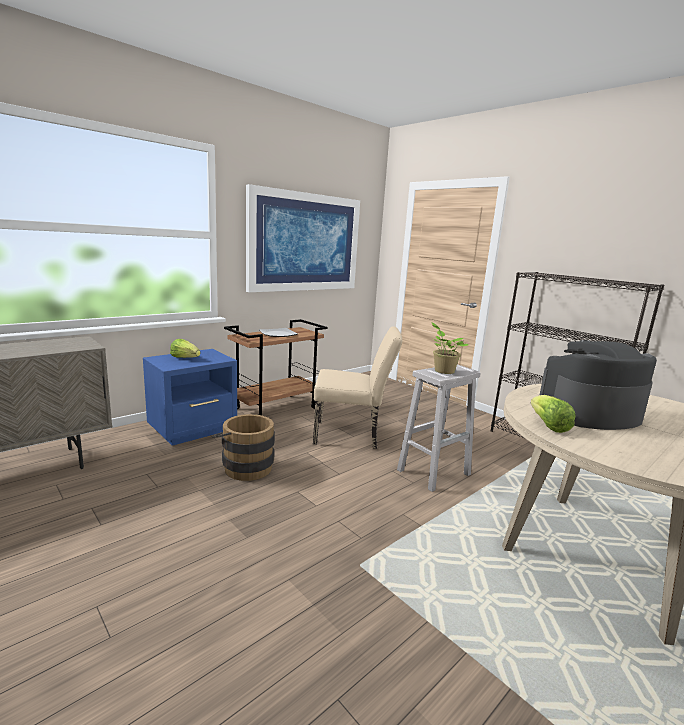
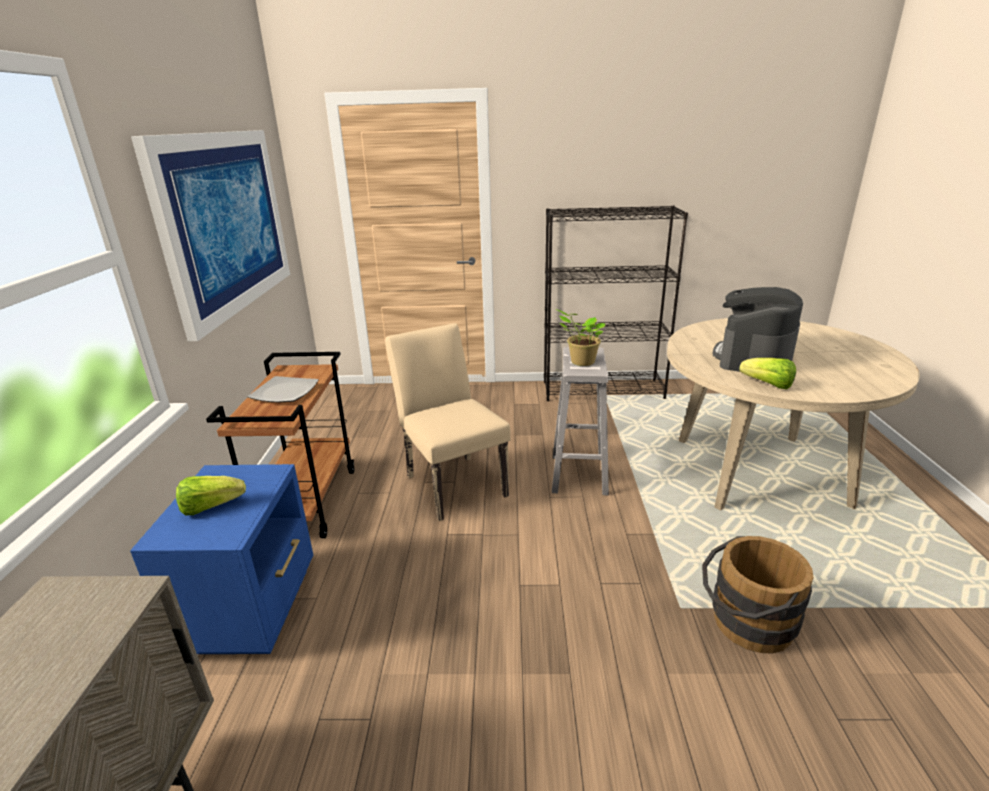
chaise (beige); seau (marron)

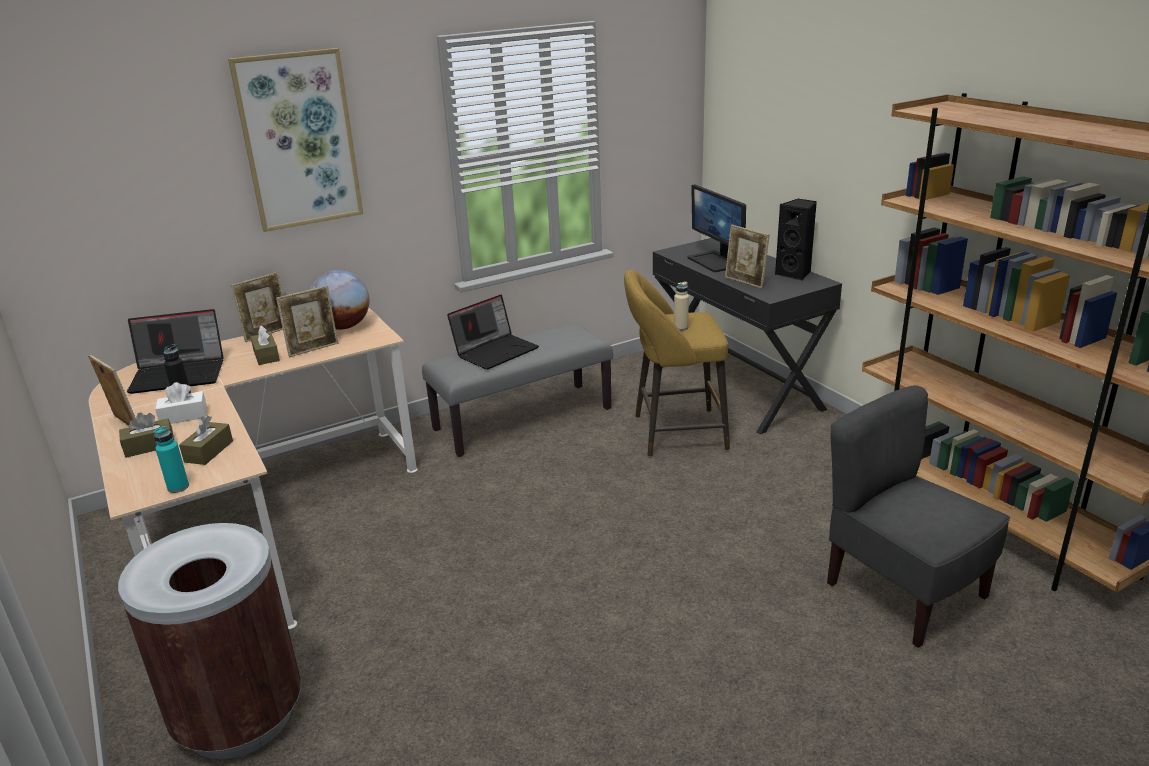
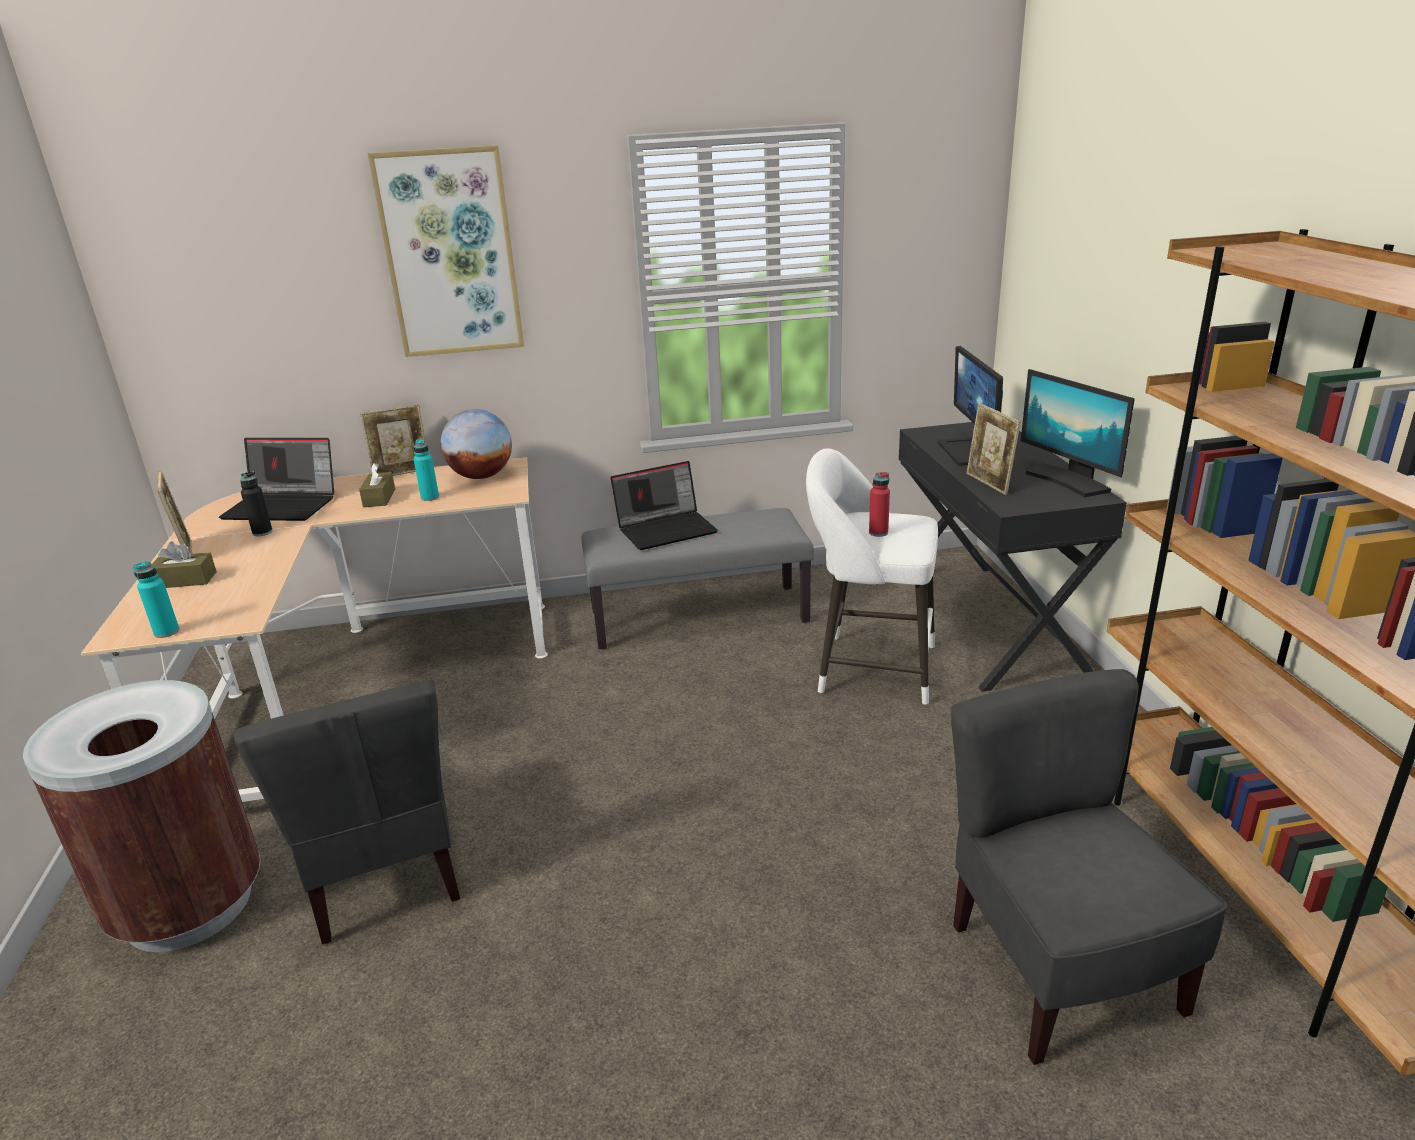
chaise (gris) (no. 1 from left); bouteille (turquoise) (no. 2 from left); tabouret (blanc); bouteille (rouge); écran d'ordinateur (no. 2 from left); boîte à mouchoirs (blanc); boîte à mouchoirs (marron) (no. 2 from left in the first image)

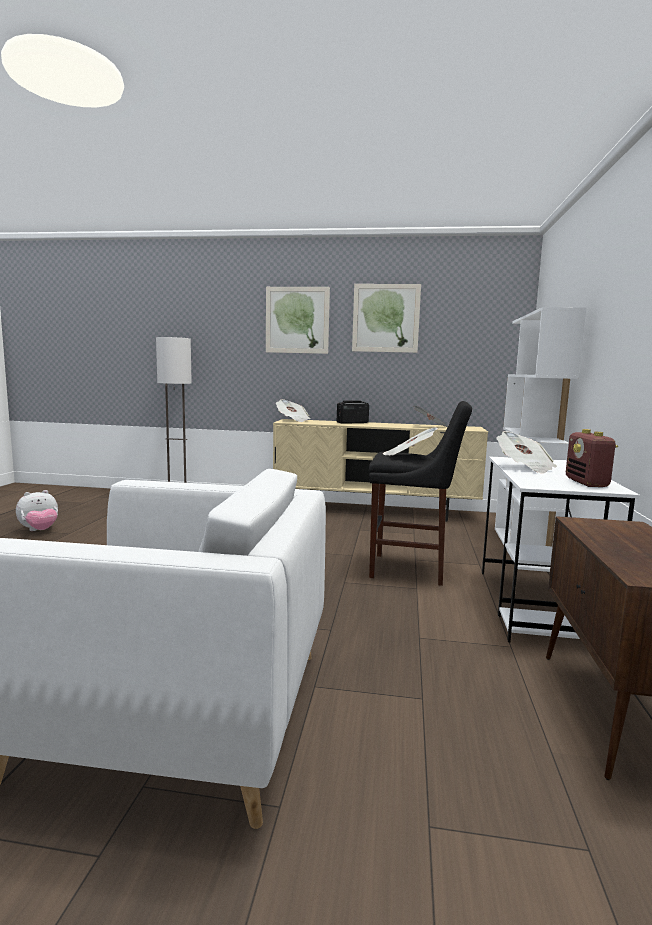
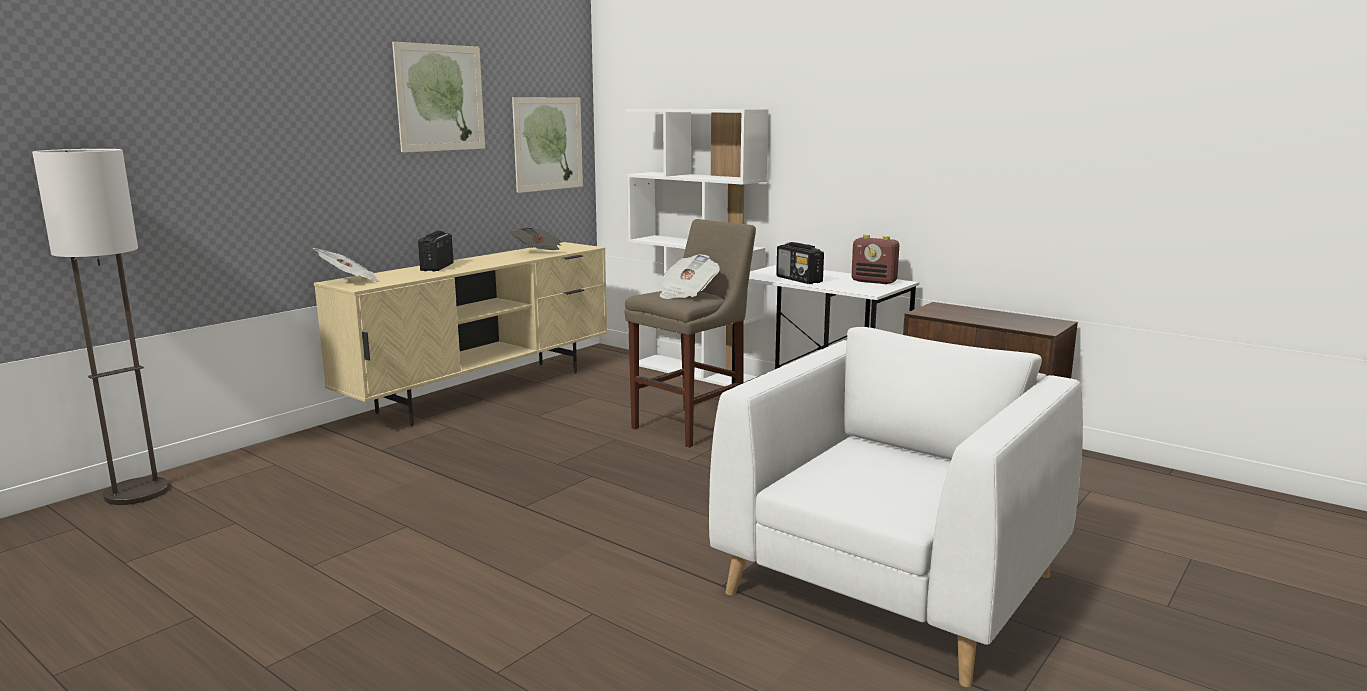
tableau (no. 2 from left); tabouret (beige); radio (no. 2 from left); peluche

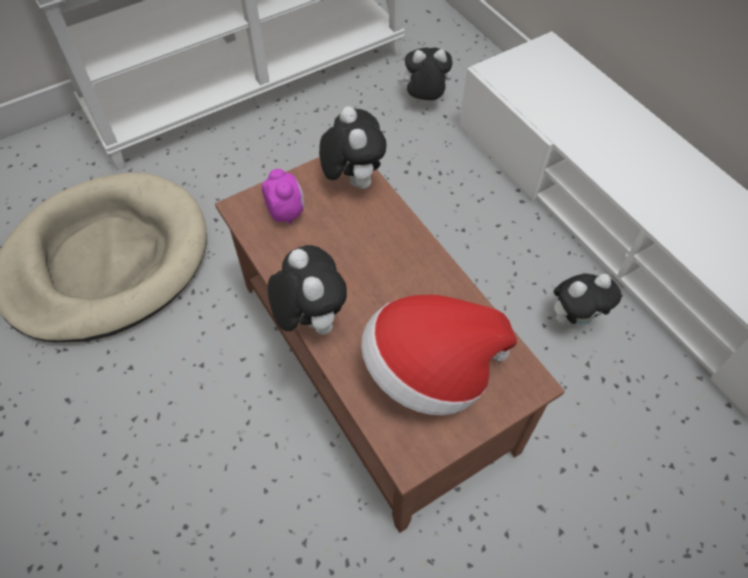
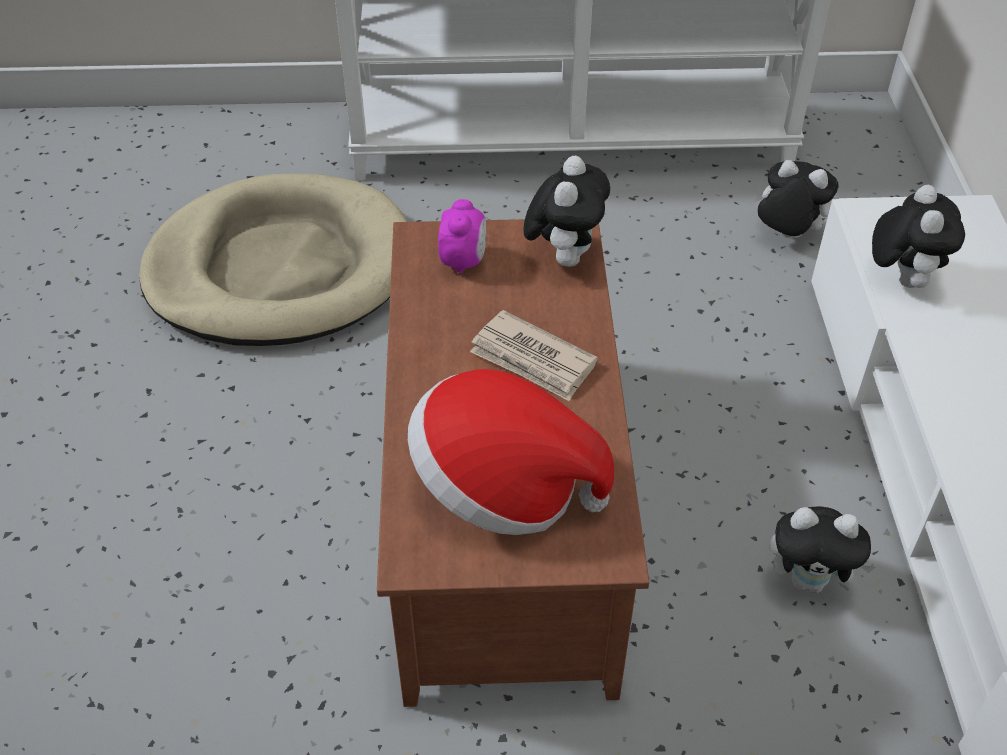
journal; peluche (no. 4 from left)

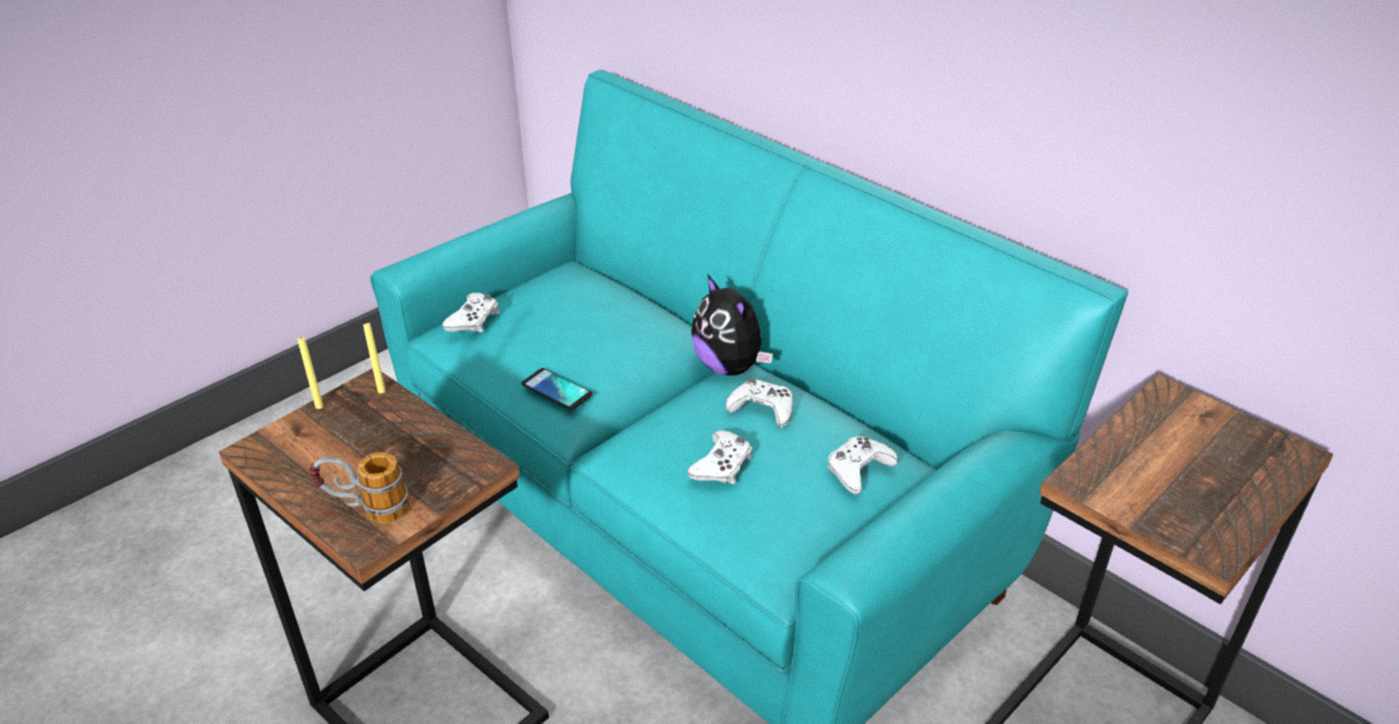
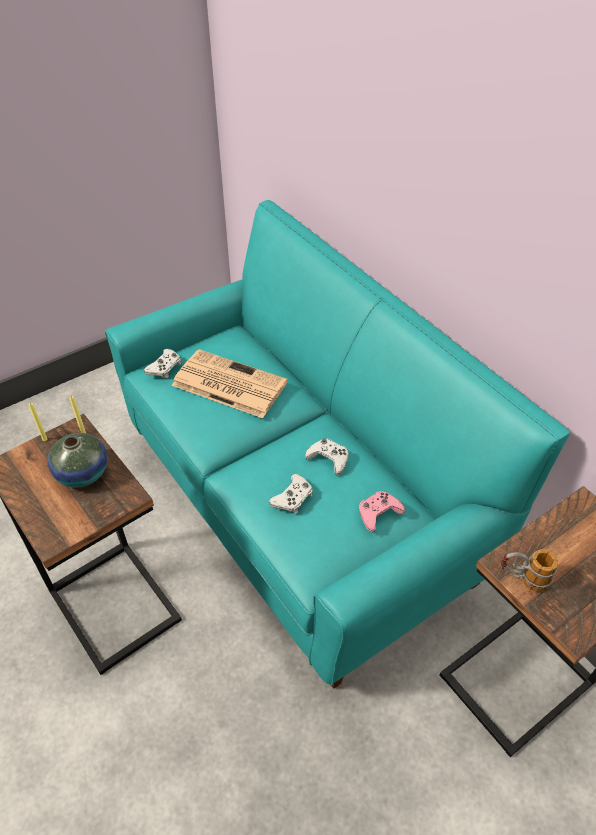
vase; journal; manette (rose); mug; téléphone; peluche

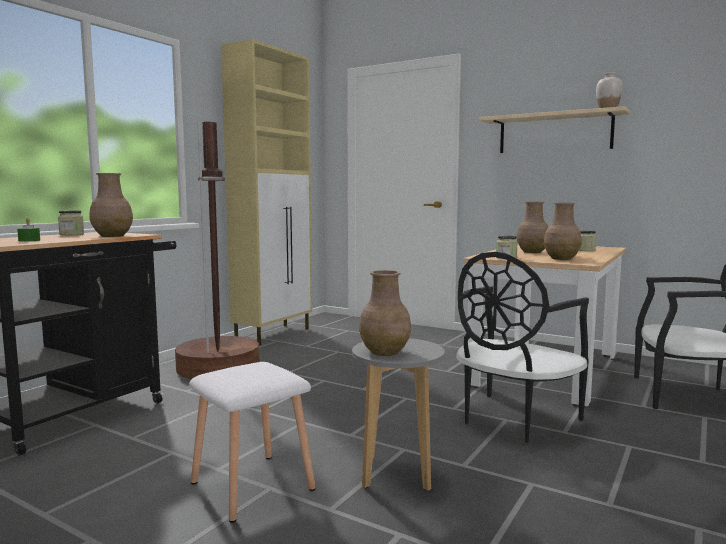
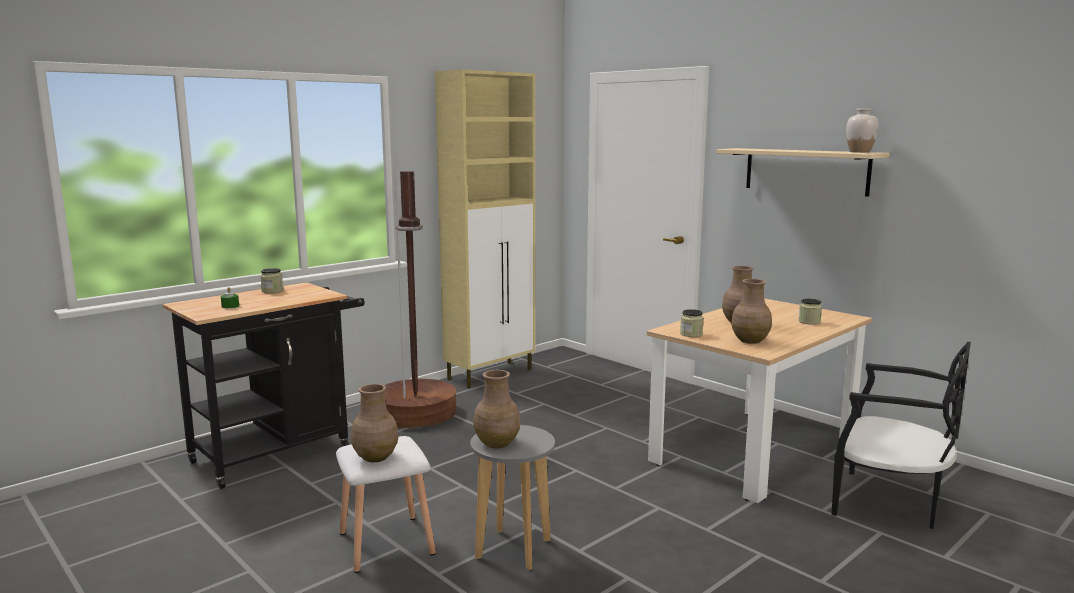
vase (marron) (no. 1 from left); chaise (noir) (no. 1 from left in the first image)

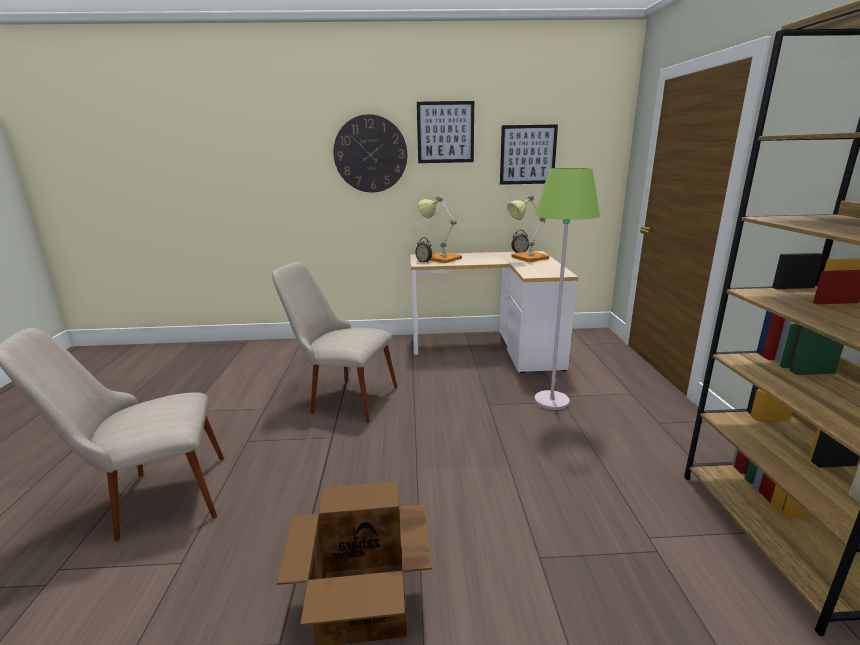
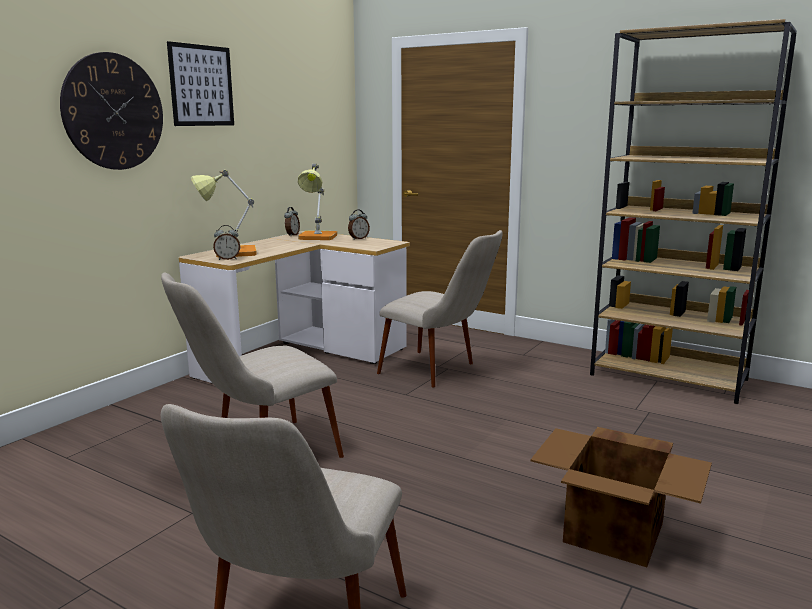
réveil (no. 3 from left); chaise (beige) (no. 3 from left); tableau (no. 2 from left in the first image)

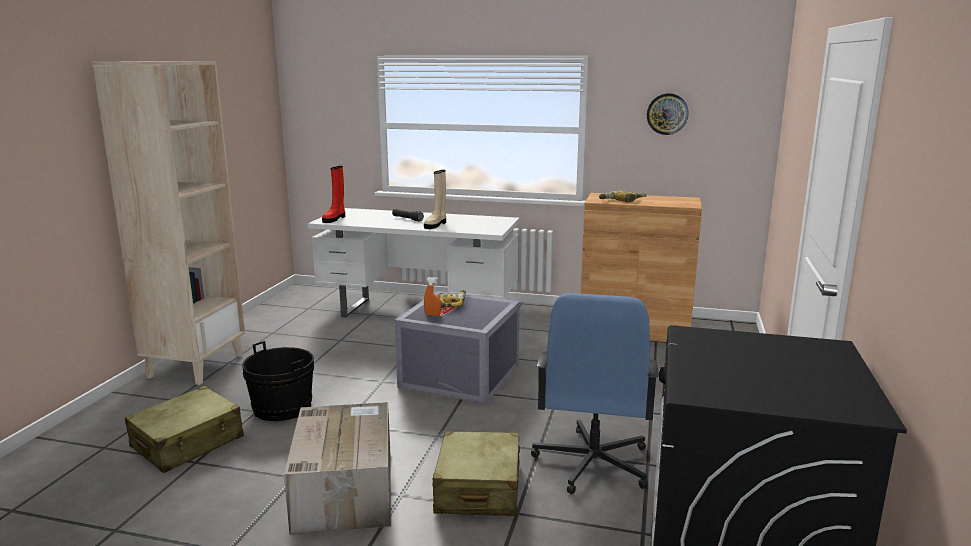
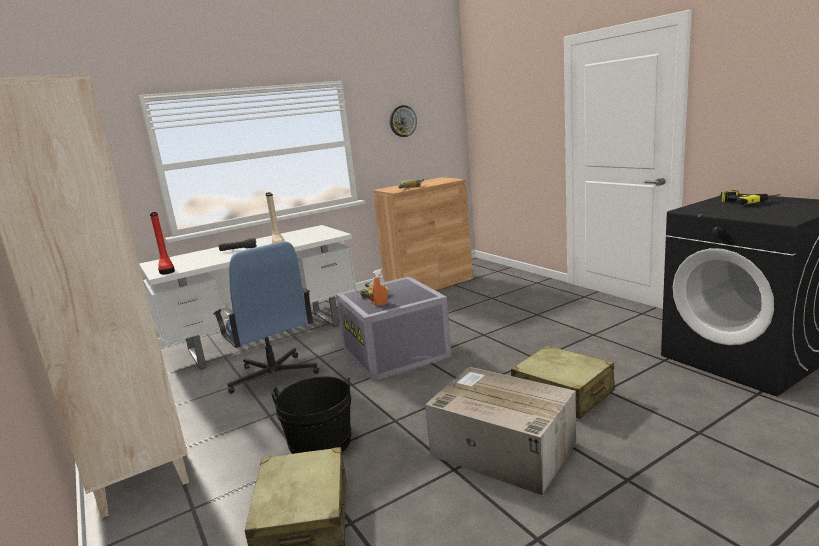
chaise de bureau (bleu); perceuse (no. 3 from left)

